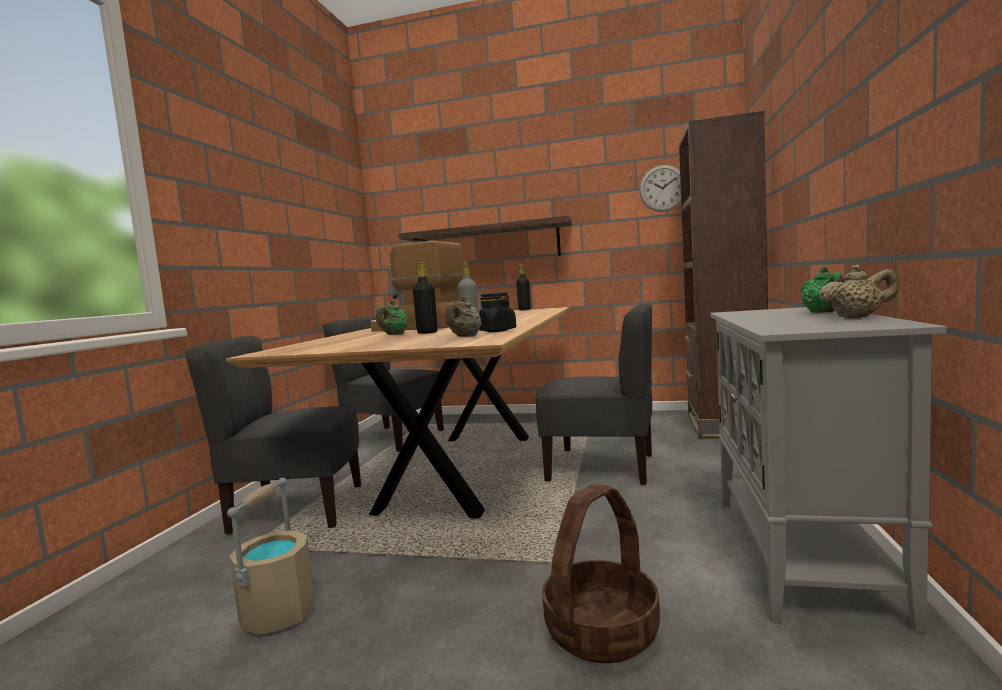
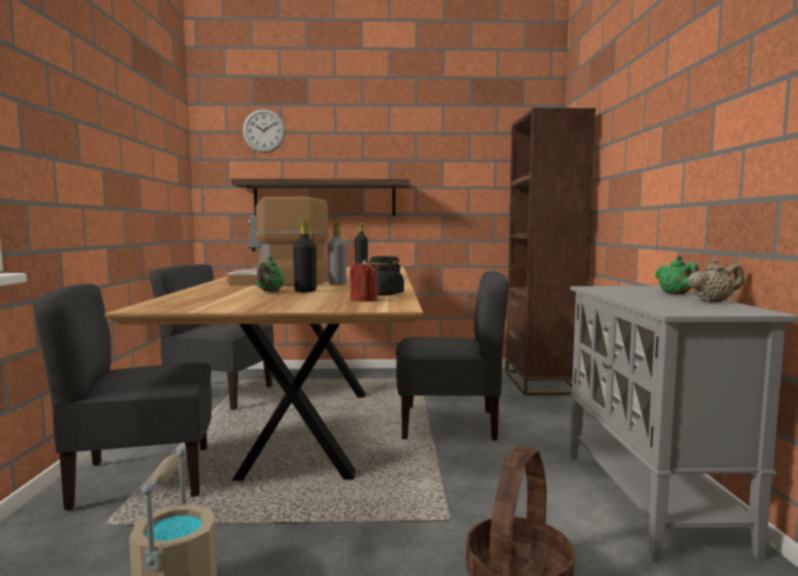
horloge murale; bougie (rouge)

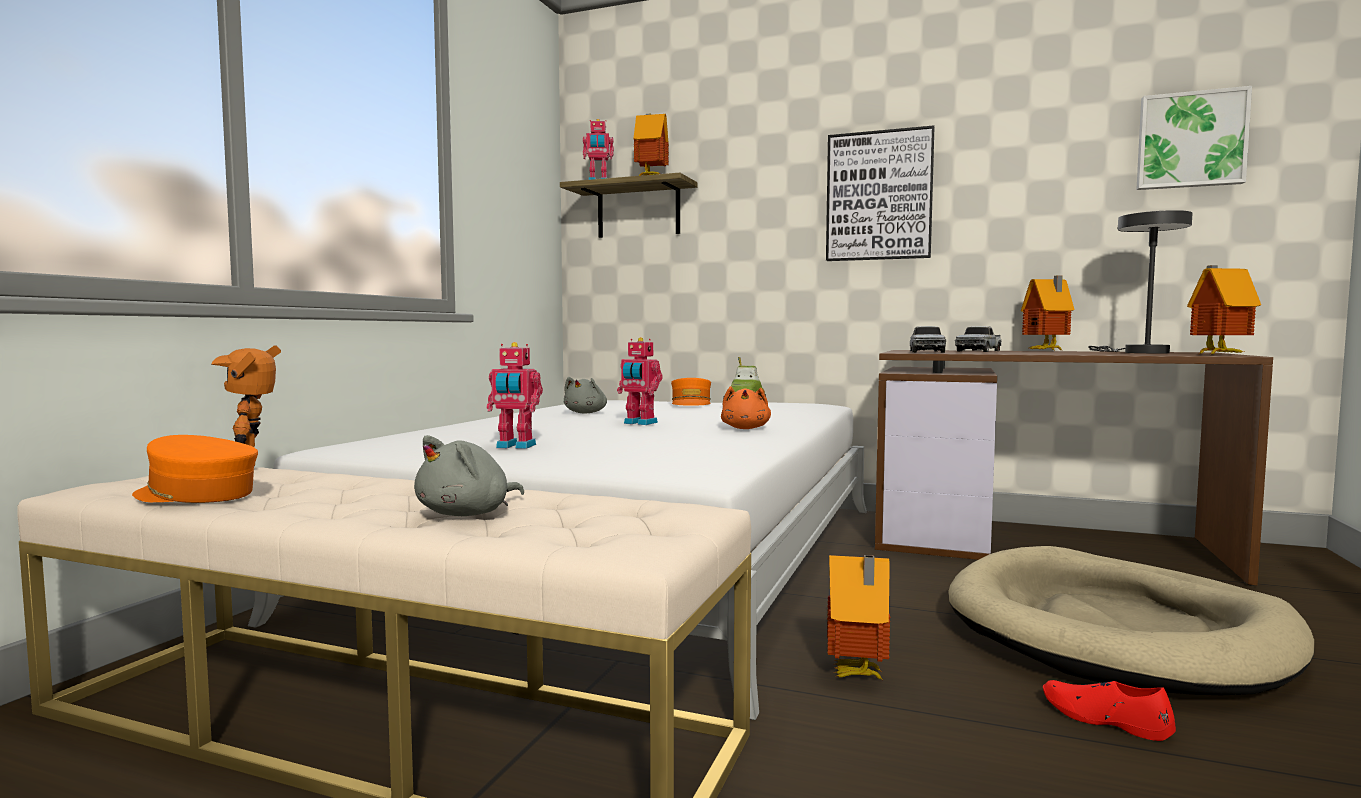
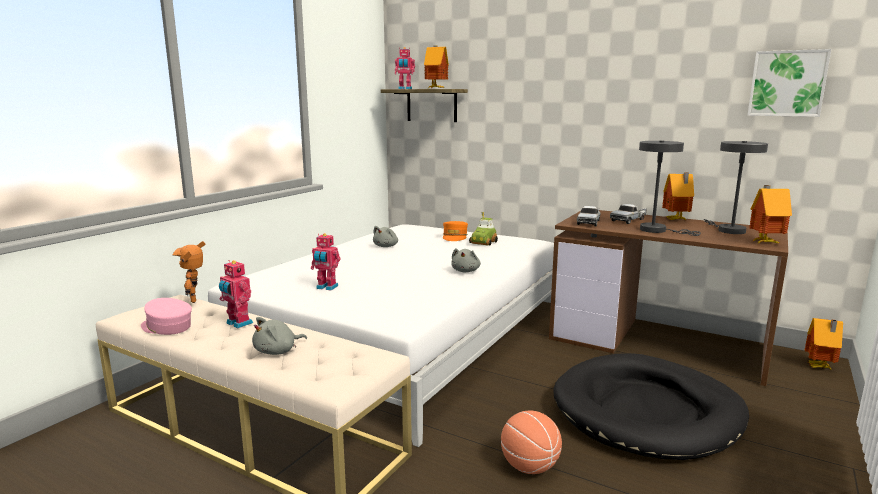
casquette (rose); robot jouet (no. 2 from left); peluche (gris) (no. 3 from left); ballon de basket; panier pour chien (noir); lampe de table (gris) (no. 1 from left); maison miniature (no. 4 from left); tableau (no. 1 from left in the first image); chaussure (rouge)

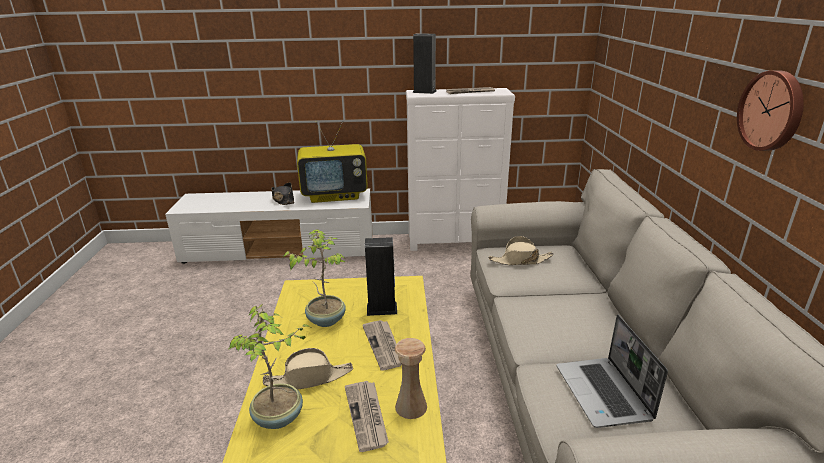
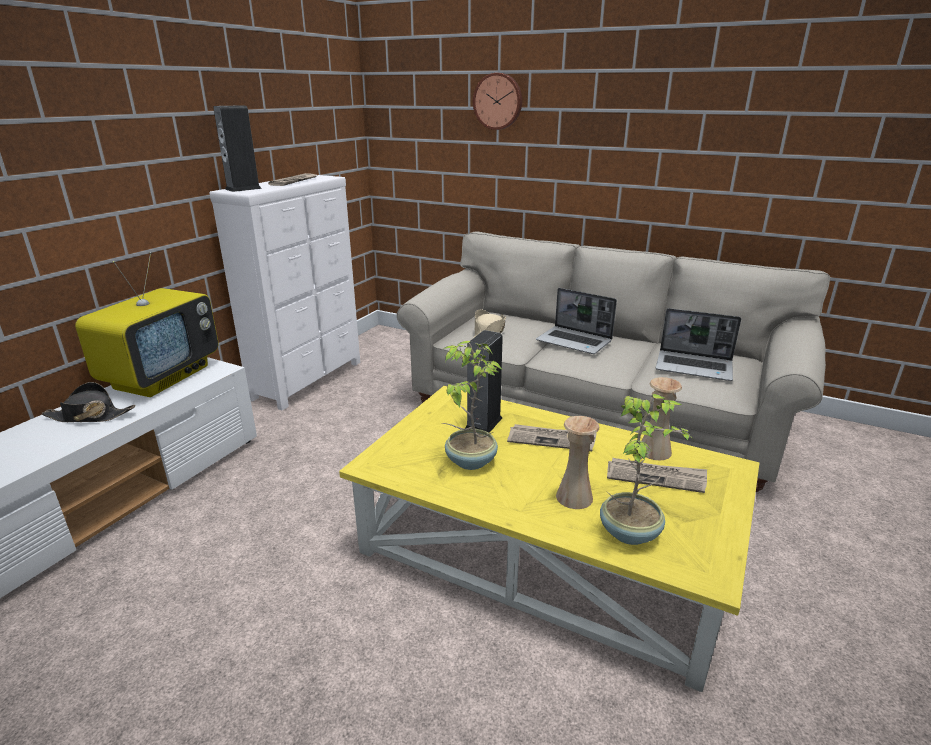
horloge murale; ordinateur portable (no. 1 from left); vase (beige) (no. 1 from left)

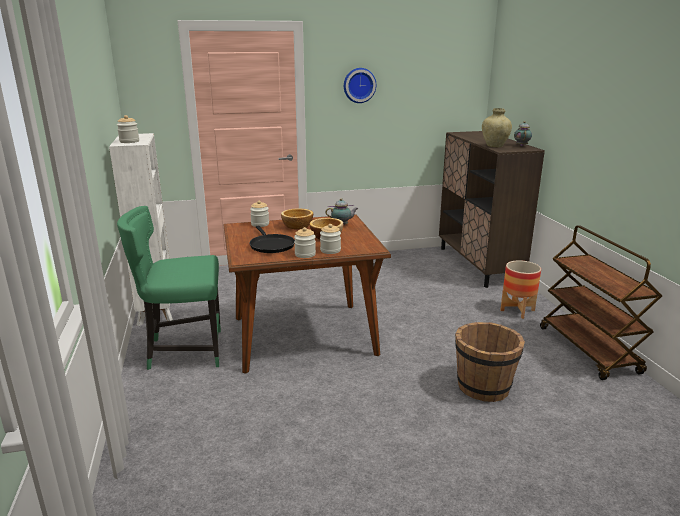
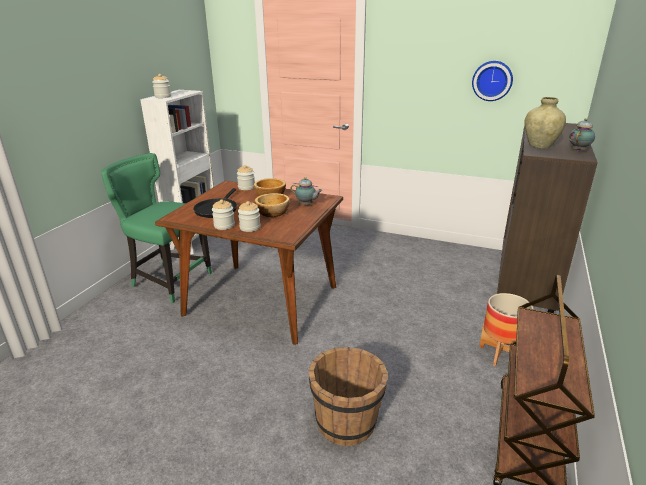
horloge murale

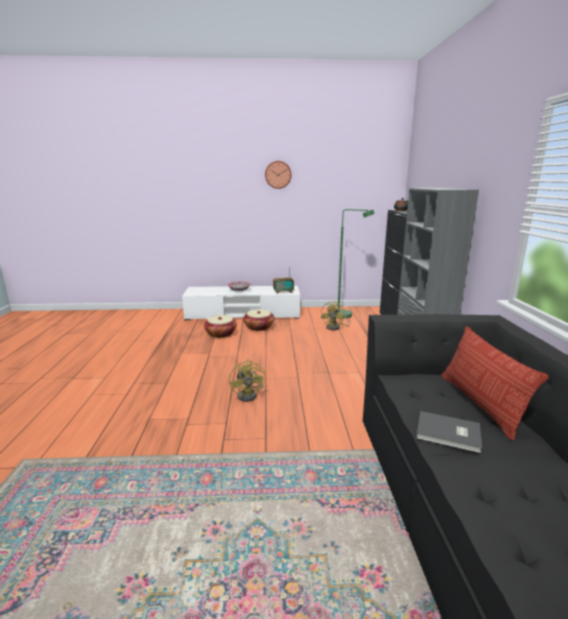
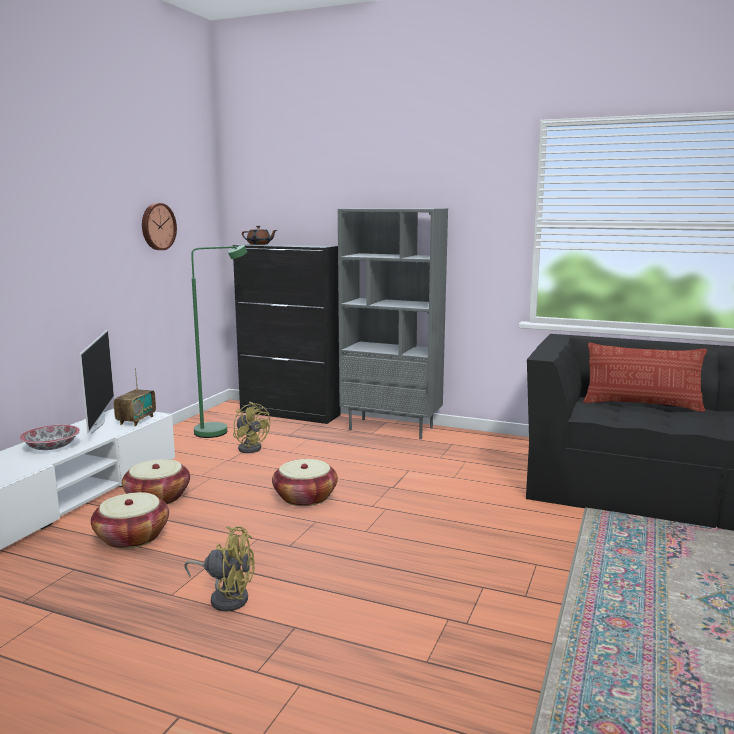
téléviseur; horloge murale; ventilateur (jaune) (no. 1 from left); panier (no. 3 from left); livre (gris)

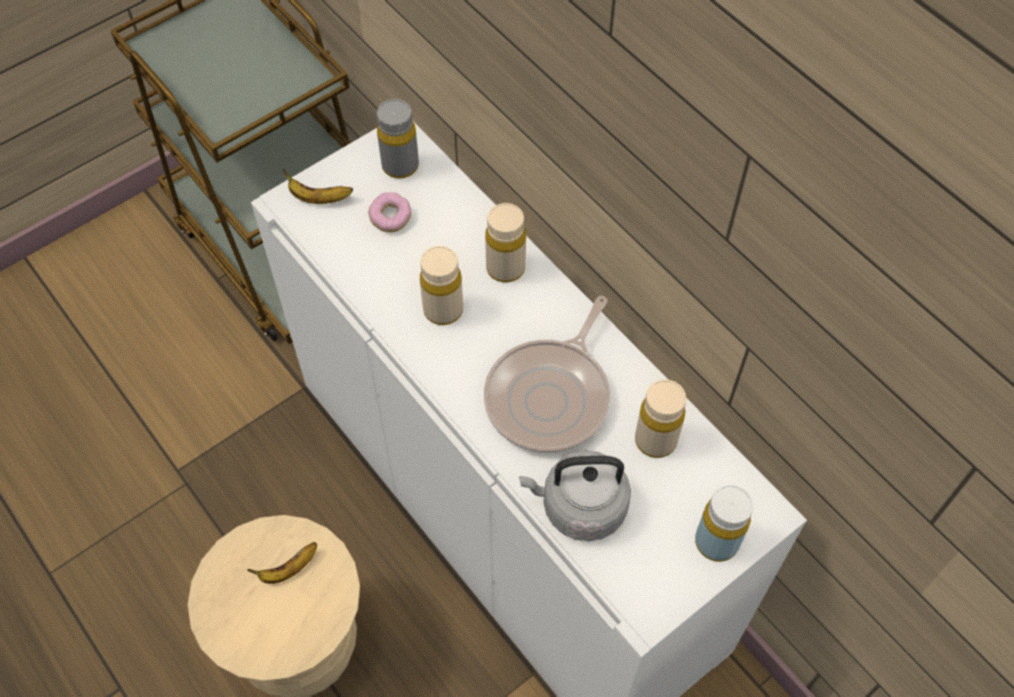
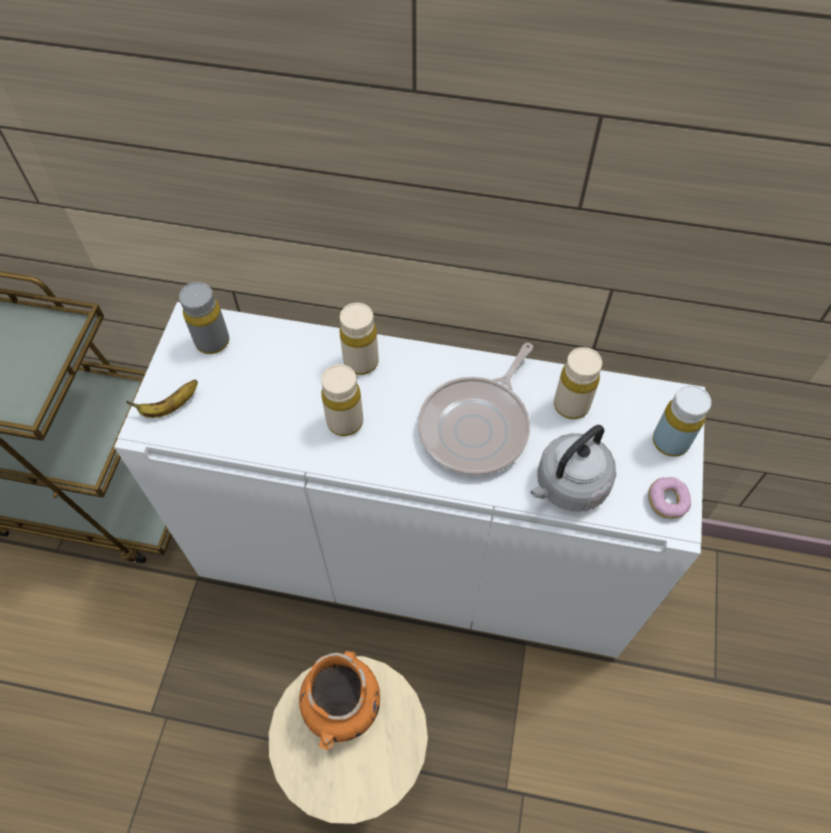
vase (orange); poêle; beignet

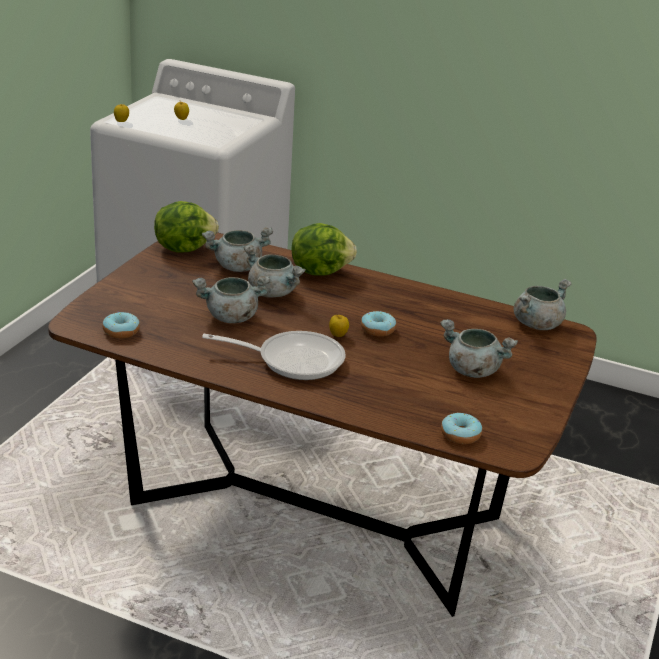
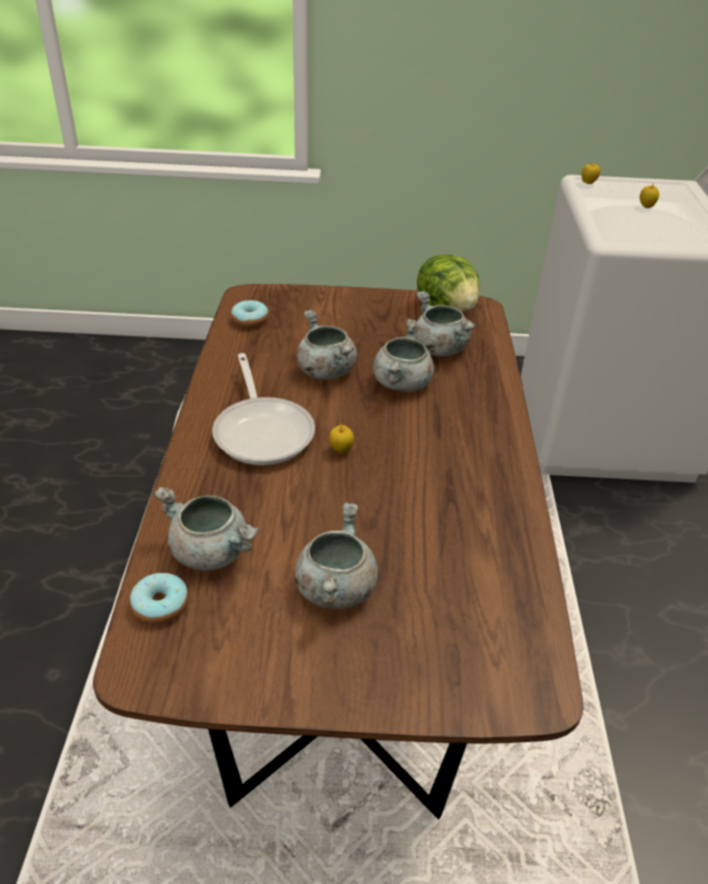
marmite (gris) (no. 1 from left); laitue (no. 2 from left in the first image); beignet (no. 2 from left in the first image)

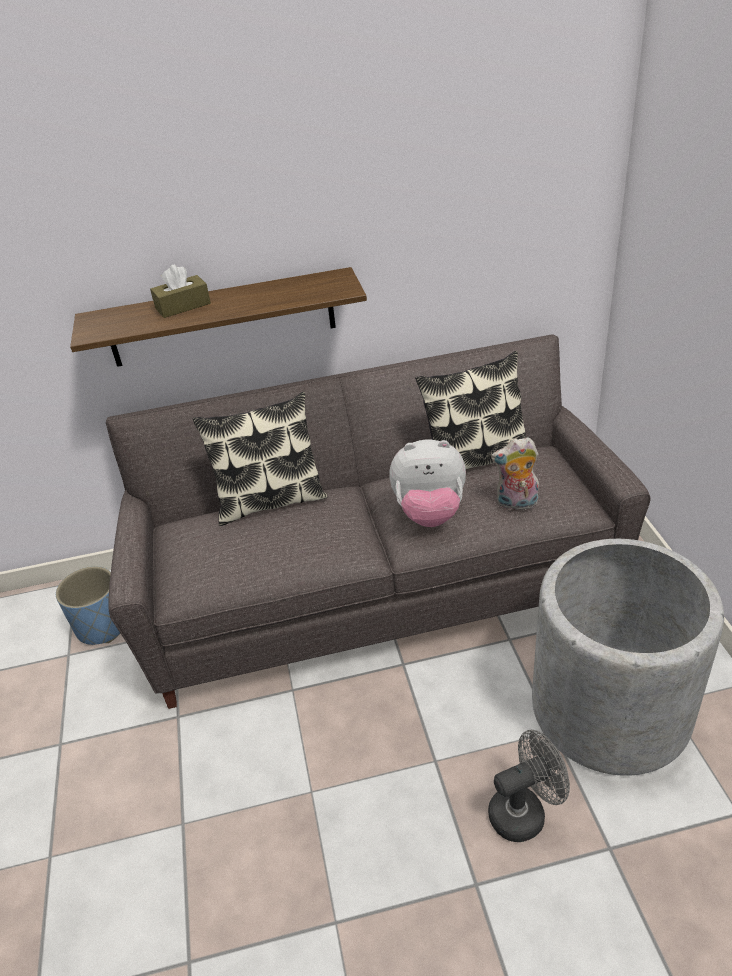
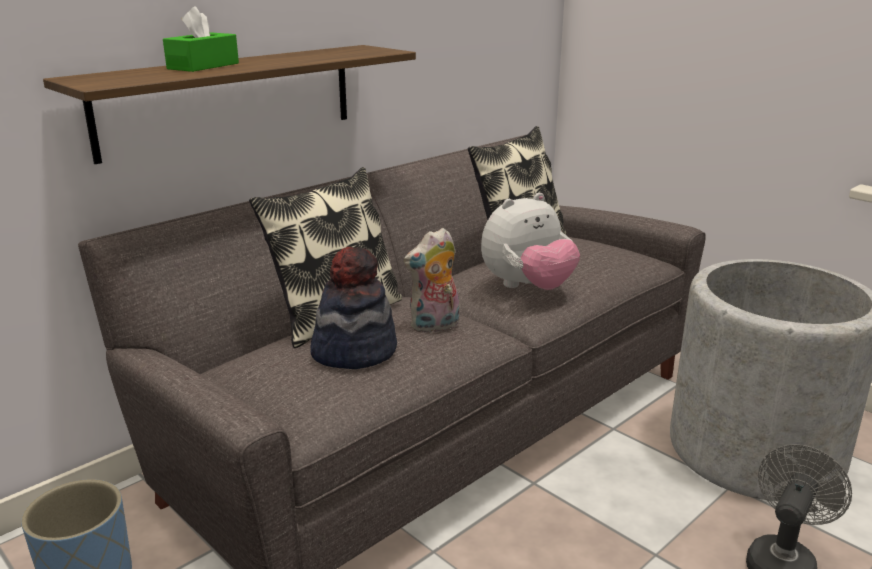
boîte à mouchoirs (vert); chapeau; peluche (no. 1 from left)

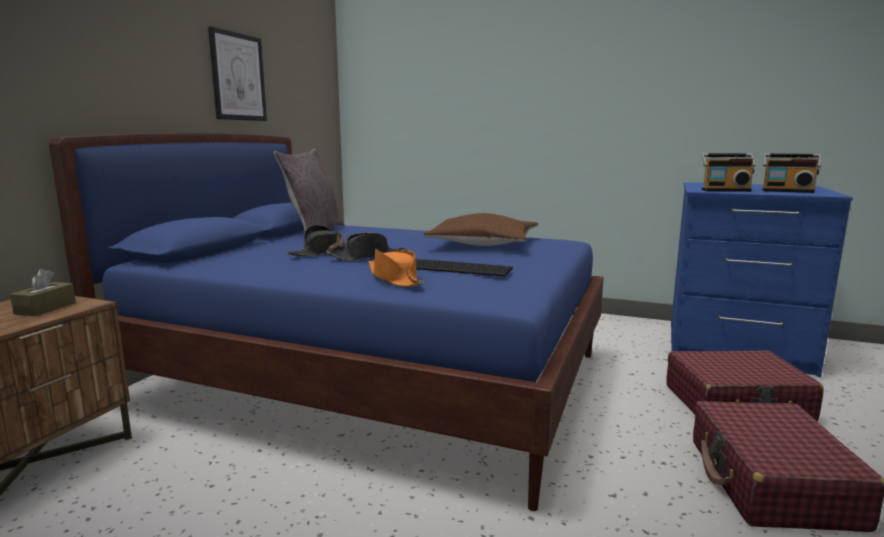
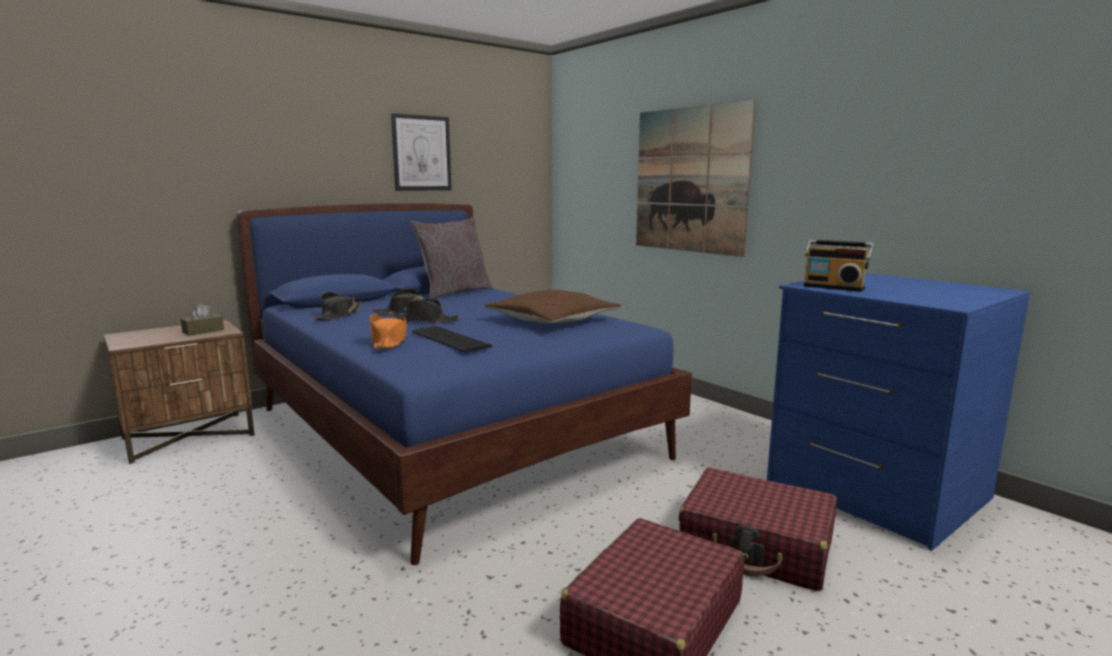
chapeau (noir) (no. 1 from left); tableau (no. 2 from left); radio (no. 2 from left in the first image)

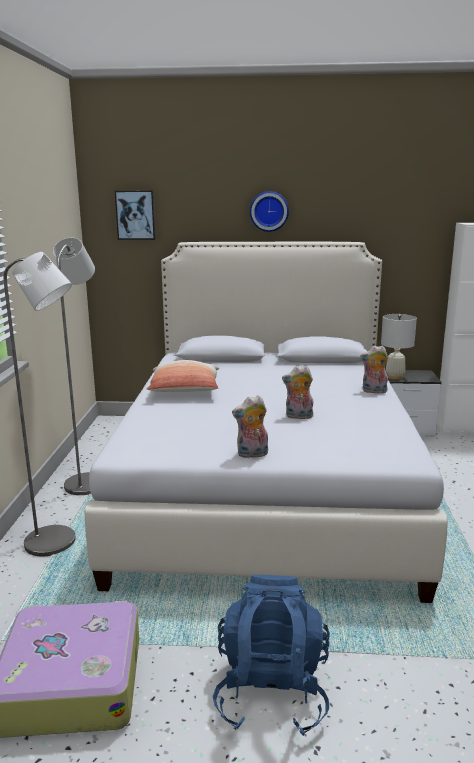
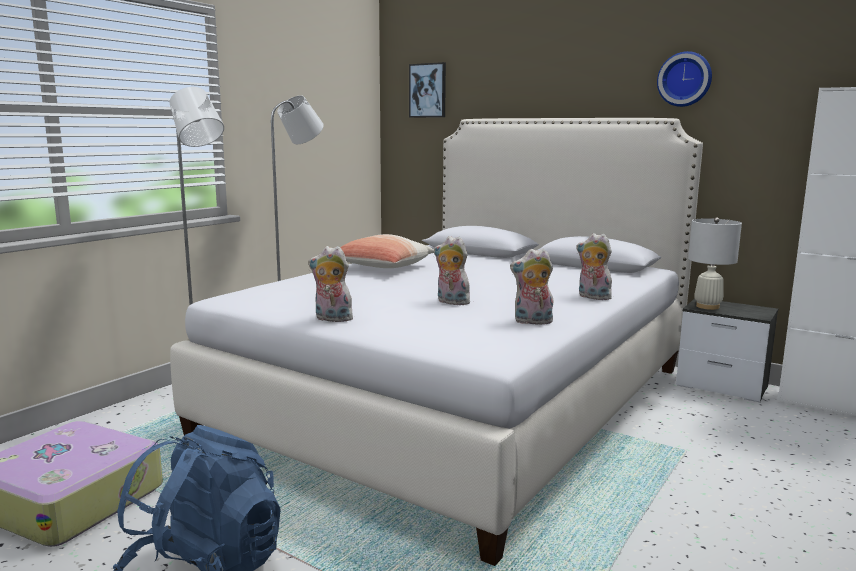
peluche (no. 3 from left); horloge murale

